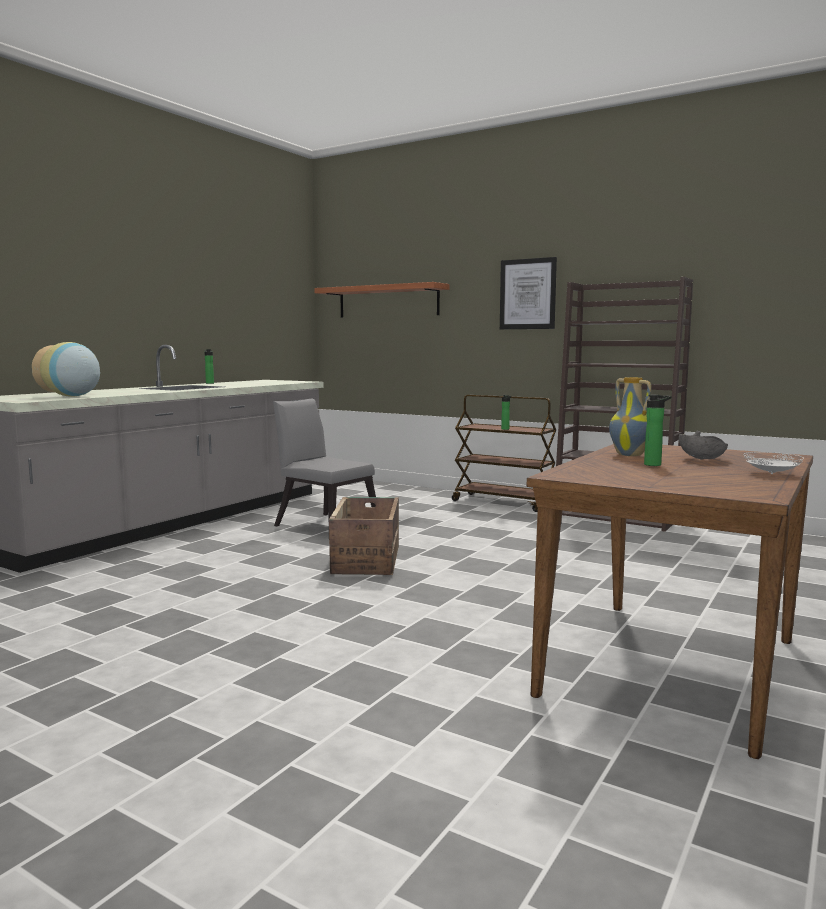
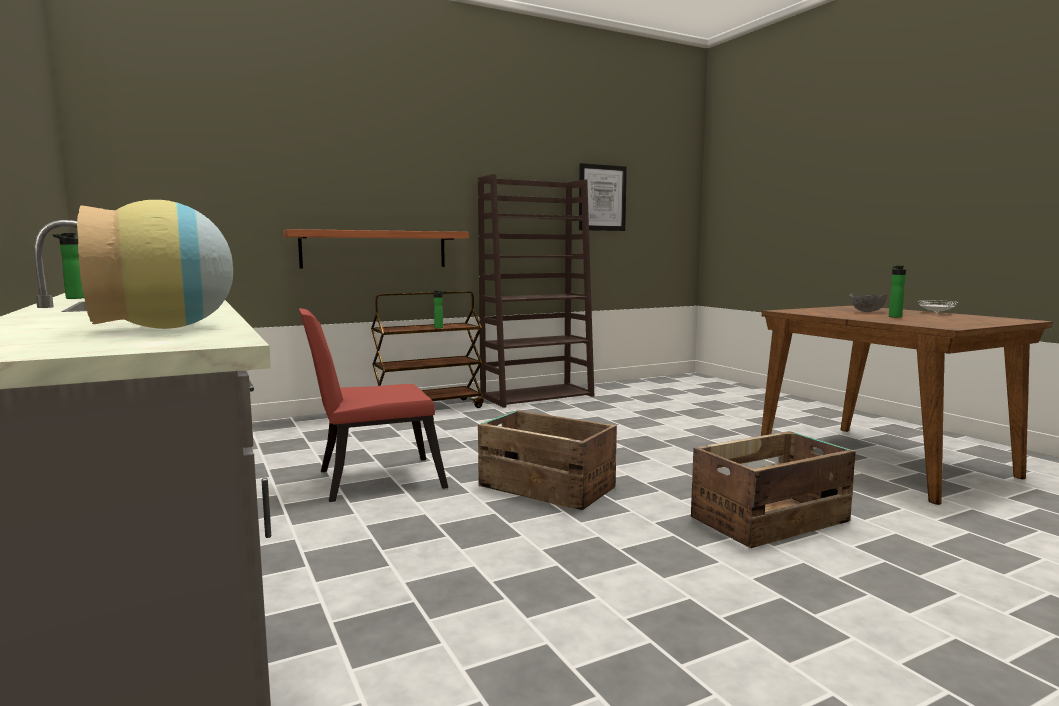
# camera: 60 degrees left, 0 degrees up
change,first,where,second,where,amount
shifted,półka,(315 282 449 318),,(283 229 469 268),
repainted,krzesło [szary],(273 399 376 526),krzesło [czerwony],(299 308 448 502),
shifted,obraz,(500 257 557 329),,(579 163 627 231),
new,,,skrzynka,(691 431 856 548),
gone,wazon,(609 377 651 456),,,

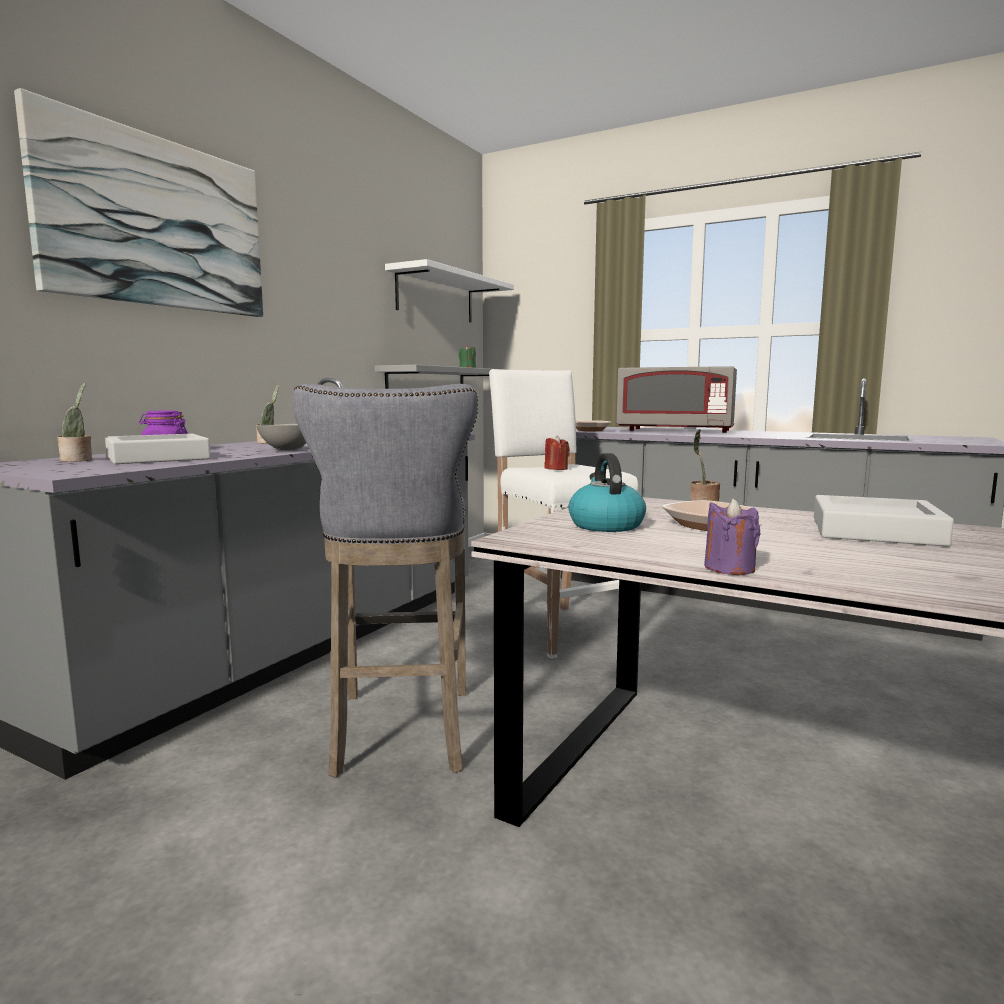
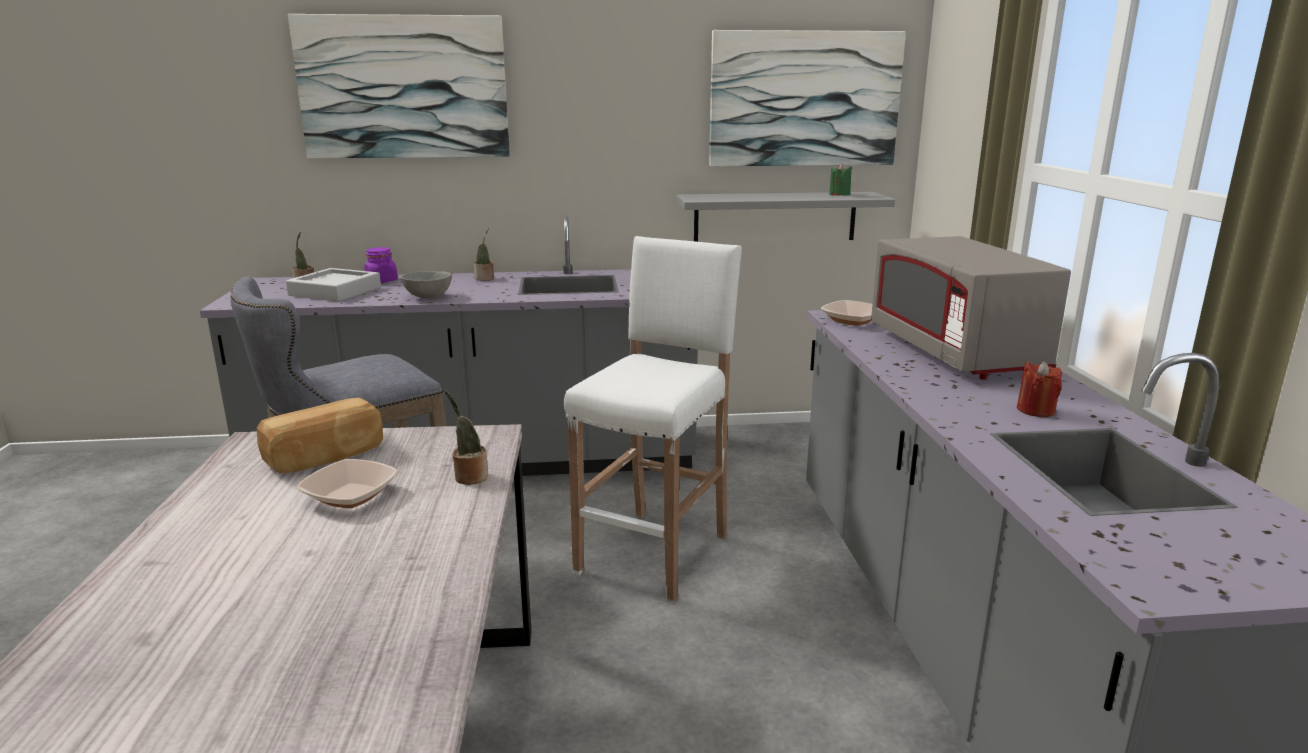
# camera: 55 degrees right, 10 degrees up
change,first,where,second,where,amount
swapped,czajnik,(569 453 646 532),chleb,(257 398 383 473),
swapped,półka [biały],(385 259 514 322),obraz,(709 30 906 167),
shifted,świeca [czerwony],(544 435 570 470),,(1017 361 1062 417),
gone,świeca [fioletowy],(704 498 760 575),,,
gone,taca [szary],(814 495 954 547),,,

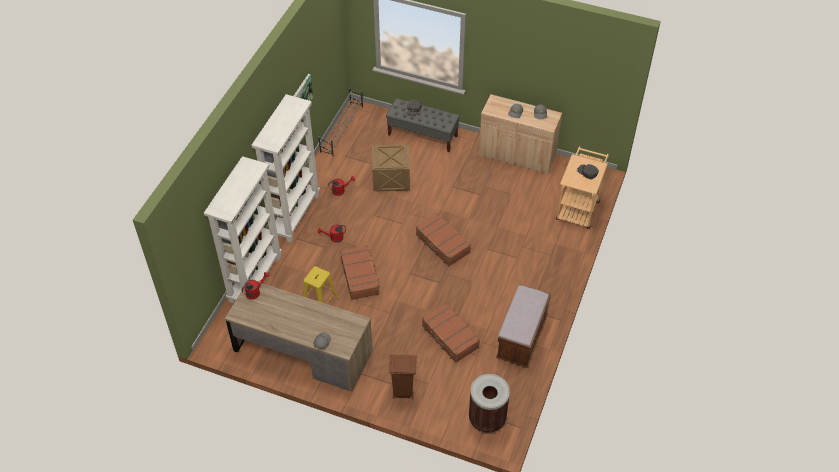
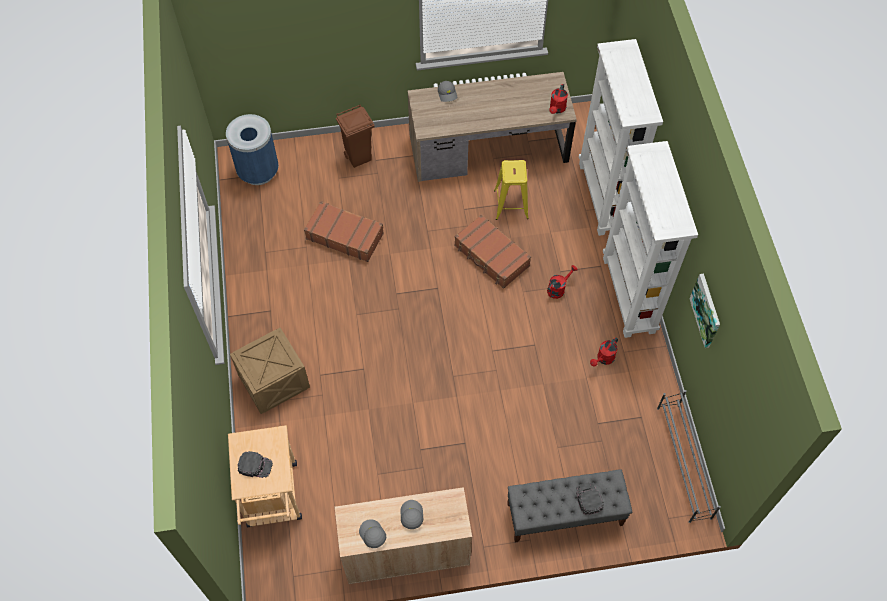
# camera: 150 degrees right, 10 degrees up
change,first,where,second,where,amount
repainted,kosz na śmieci [brązowy],(469 374 510 433),kosz na śmieci [niebieski],(226 114 279 185),
shifted,skrzynka,(372 144 410 191),,(230 328 310 414),
gone,walizka [brązowy],(416 213 471 266),,,
gone,ławka [brązowy],(496 284 551 368),,,

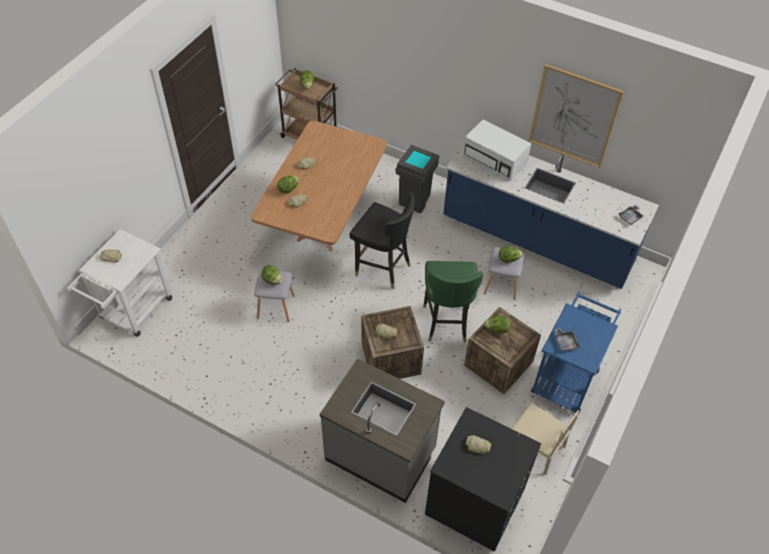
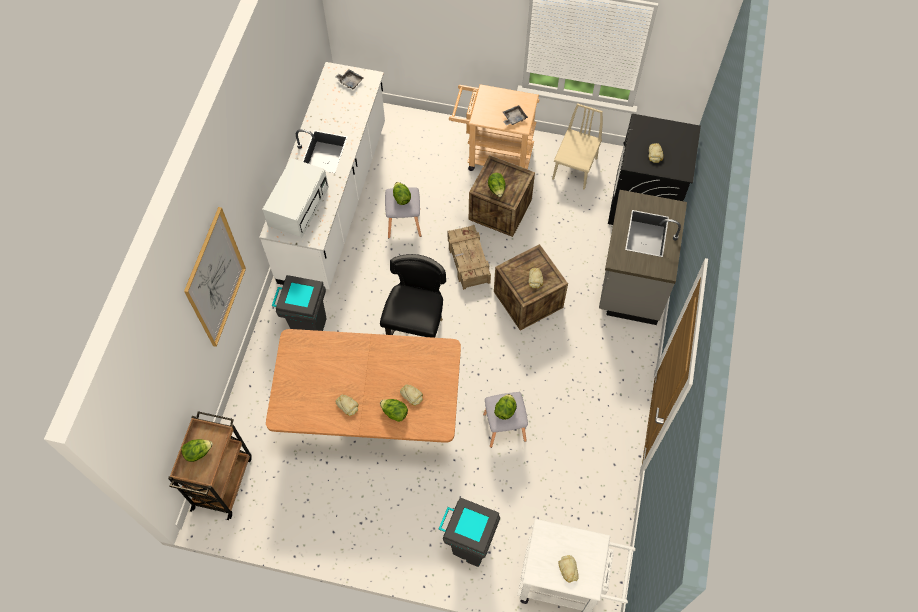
# camera: 105 degrees left, 10 degrees up
change,first,where,second,where,amount
shifted,obraz,(529 64 624 168),,(184 207 246 347),
repainted,zabudowa kuchenna [niebieski],(443 142 659 289),zabudowa kuchenna [biały],(259 62 385 289),
new,,,kosz na śmieci [szary],(439 497 500 567),
swapped,krzesło [zielony],(423 261 483 343),skrzynka,(448 225 491 290),
repainted,wózek [niebieski],(531 291 621 413),wózek [beżowy],(449 84 540 171),

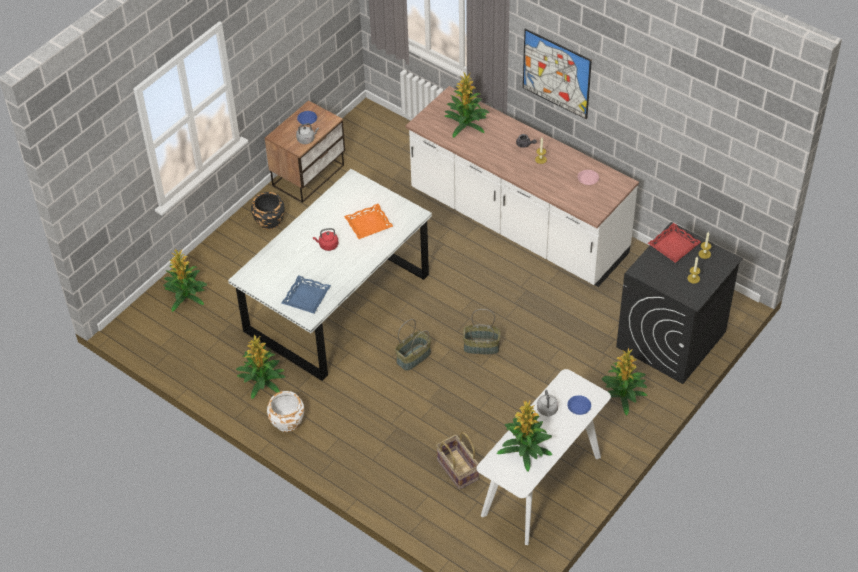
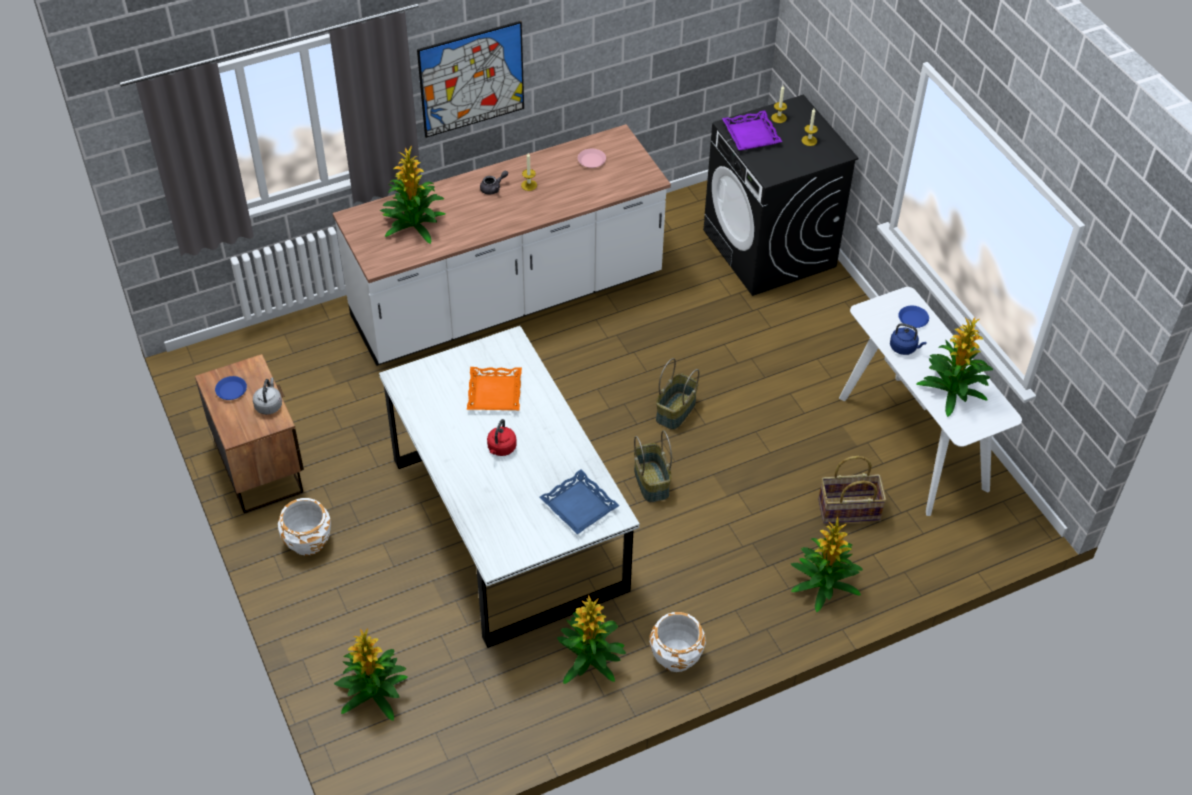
# camera: 65 degrees left, 0 degrees up
change,first,where,second,where,amount
repainted,donica [czarny],(251 192 285 229),donica [biały],(278 498 331 556),
repainted,taca [czerwony],(648 223 701 263),taca [fioletowy],(722 110 782 150),
shifted,roślina doniczkowa,(601 348 647 415),,(791 517 863 612),
repainted,czajnik [szary],(537 390 558 416),czajnik [niebieski],(890 323 927 355),

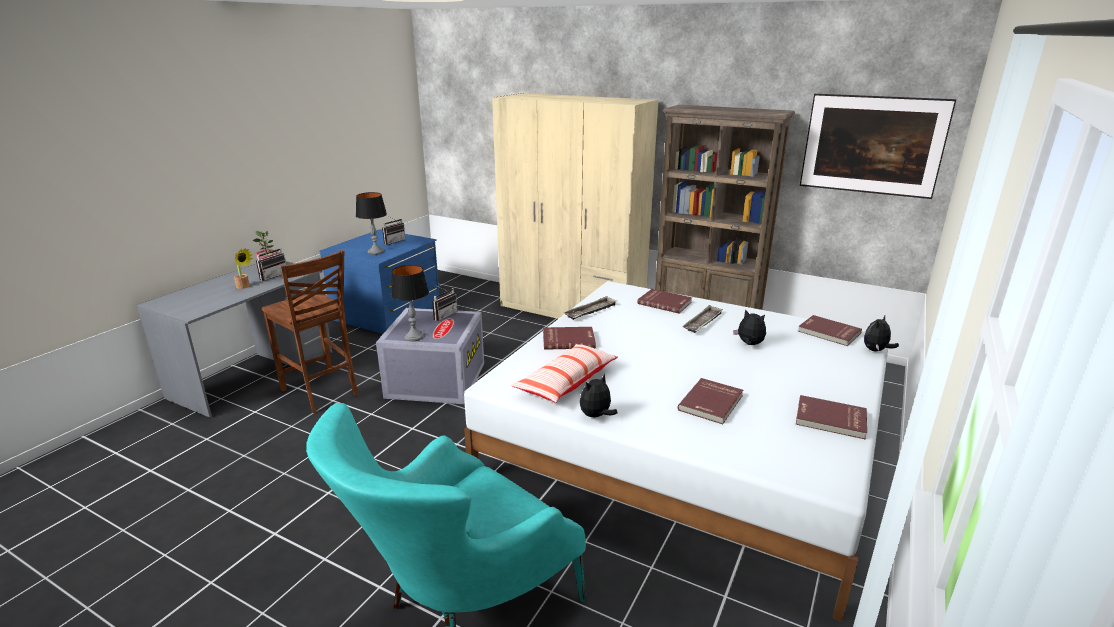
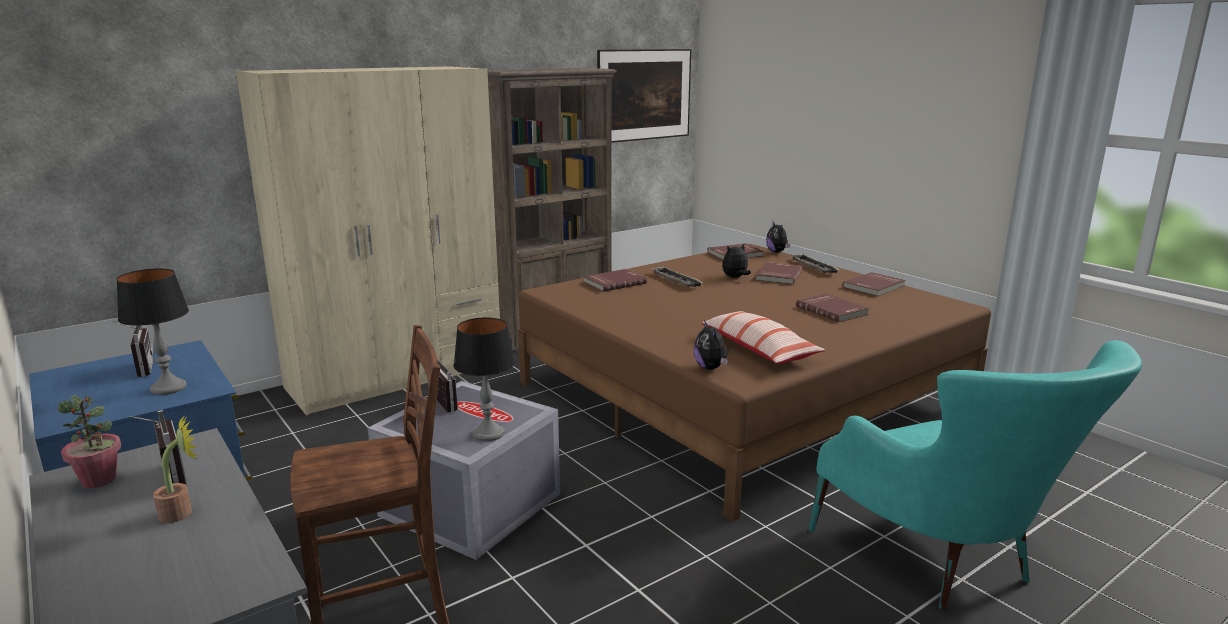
# camera: 65 degrees left, 5 degrees down
change,first,where,second,where,amount
repainted,łóżko [biały],(464 281 888 622),łóżko [brązowy],(518 244 991 522),
shifted,pluszak,(580 374 618 417),,(693 320 729 370),
shifted,książka [czerwony],(543 327 596 350),,(756 262 803 285),
shifted,taca,(564 296 616 320),,(791 254 839 273),

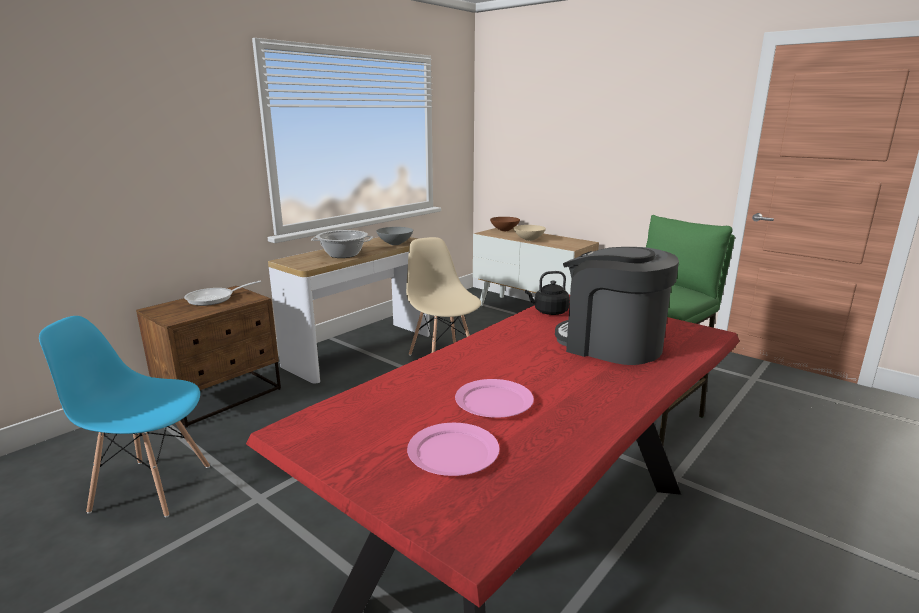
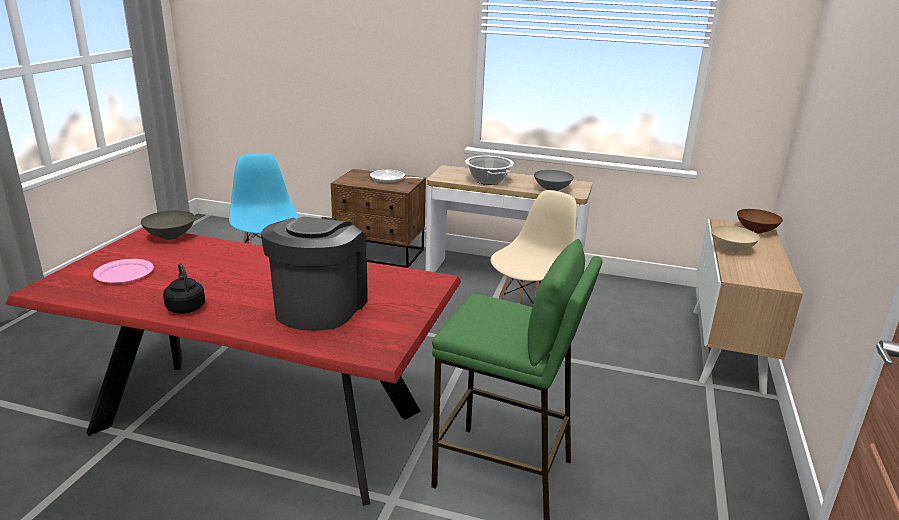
# camera: 65 degrees right, 5 degrees up
change,first,where,second,where,amount
new,,,miska [szary],(141 210 195 240),
shifted,czajnik [czarny],(525 271 570 315),,(163 263 205 314),
gone,talerz [różowy],(455 379 534 418),,,

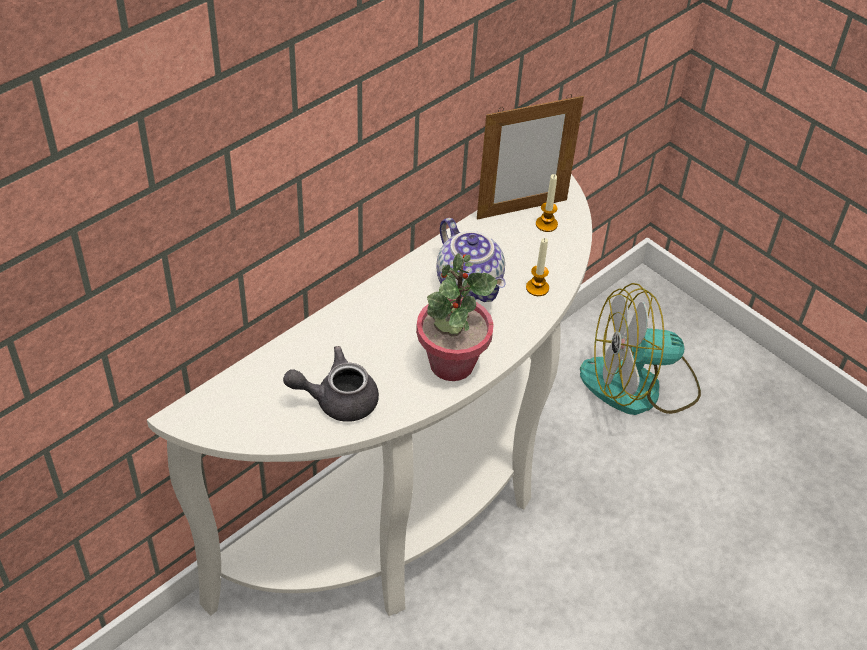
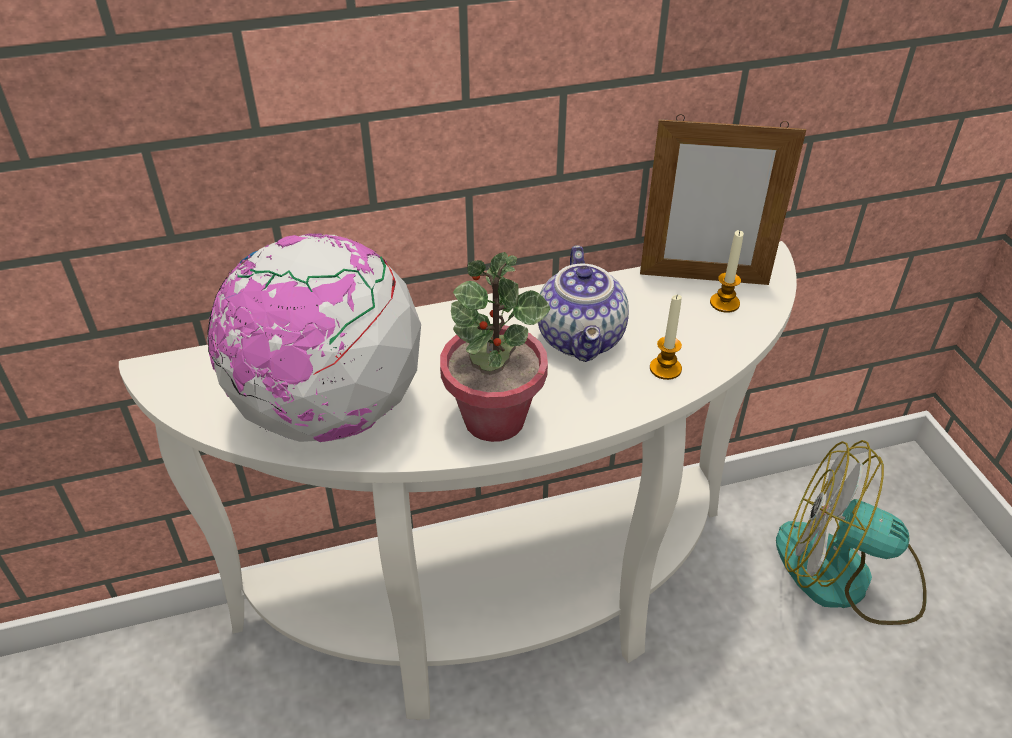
# camera: 30 degrees right, 5 degrees down
change,first,where,second,where,amount
swapped,imbryk [szary],(283 346 379 422),globus,(207 233 421 442),

